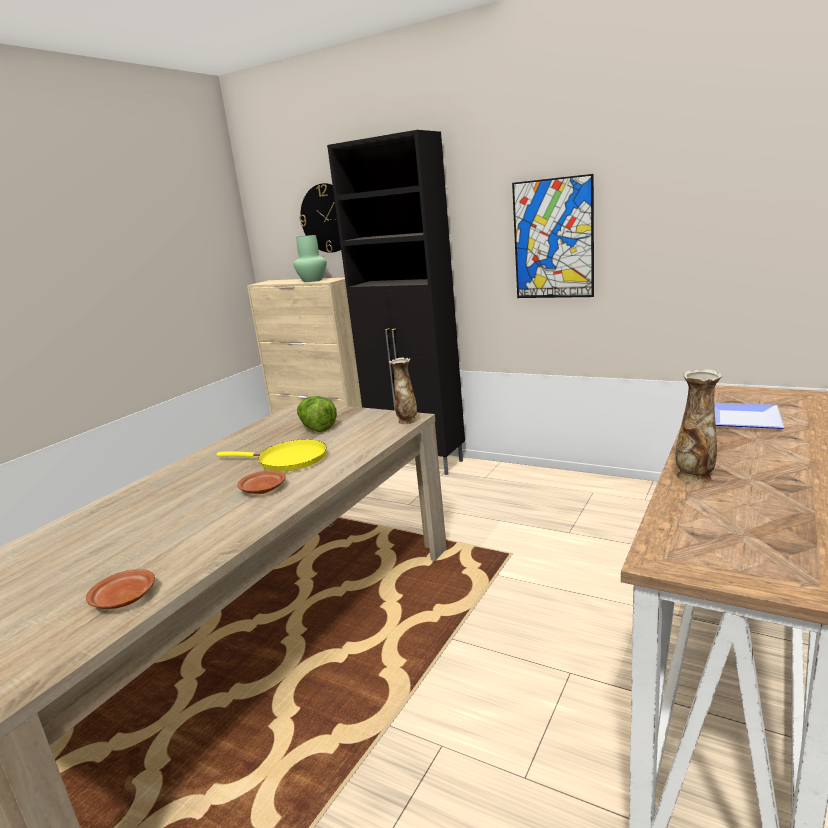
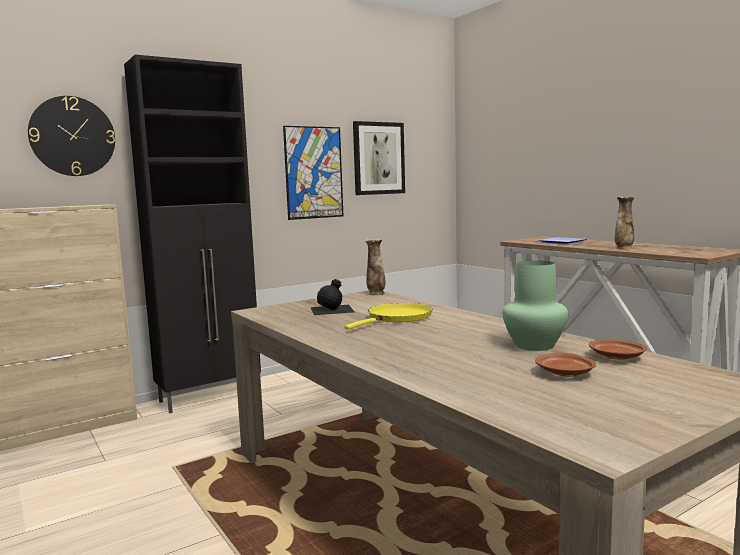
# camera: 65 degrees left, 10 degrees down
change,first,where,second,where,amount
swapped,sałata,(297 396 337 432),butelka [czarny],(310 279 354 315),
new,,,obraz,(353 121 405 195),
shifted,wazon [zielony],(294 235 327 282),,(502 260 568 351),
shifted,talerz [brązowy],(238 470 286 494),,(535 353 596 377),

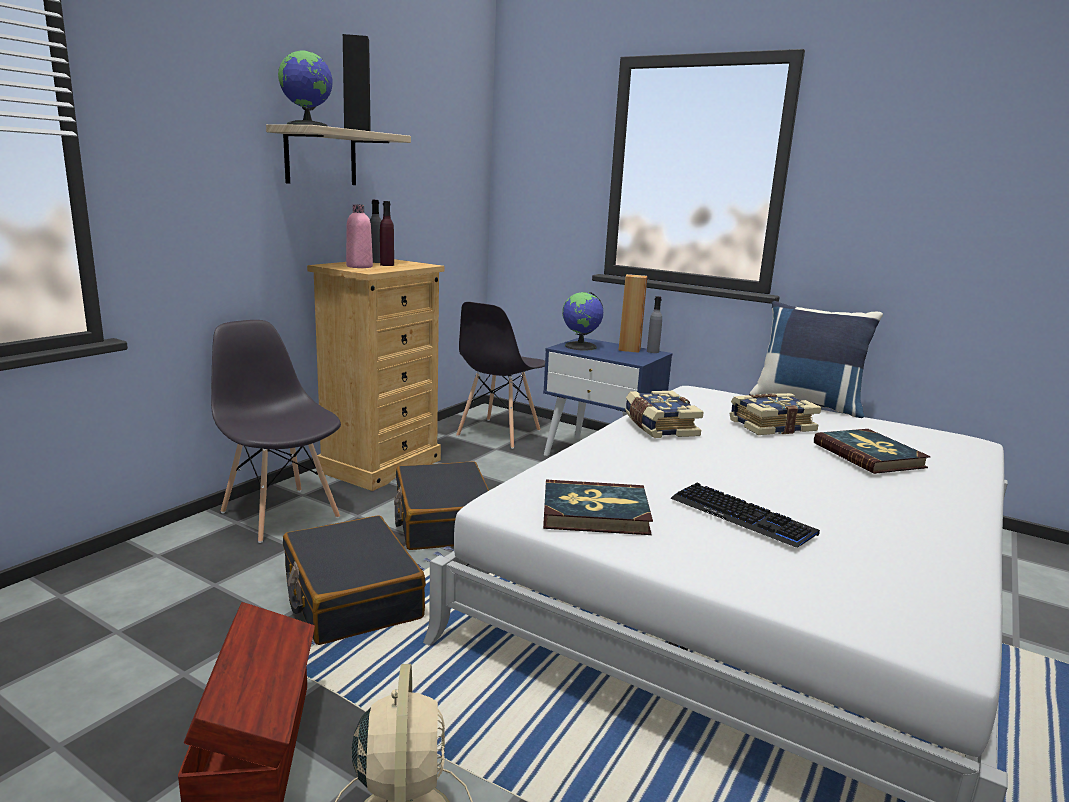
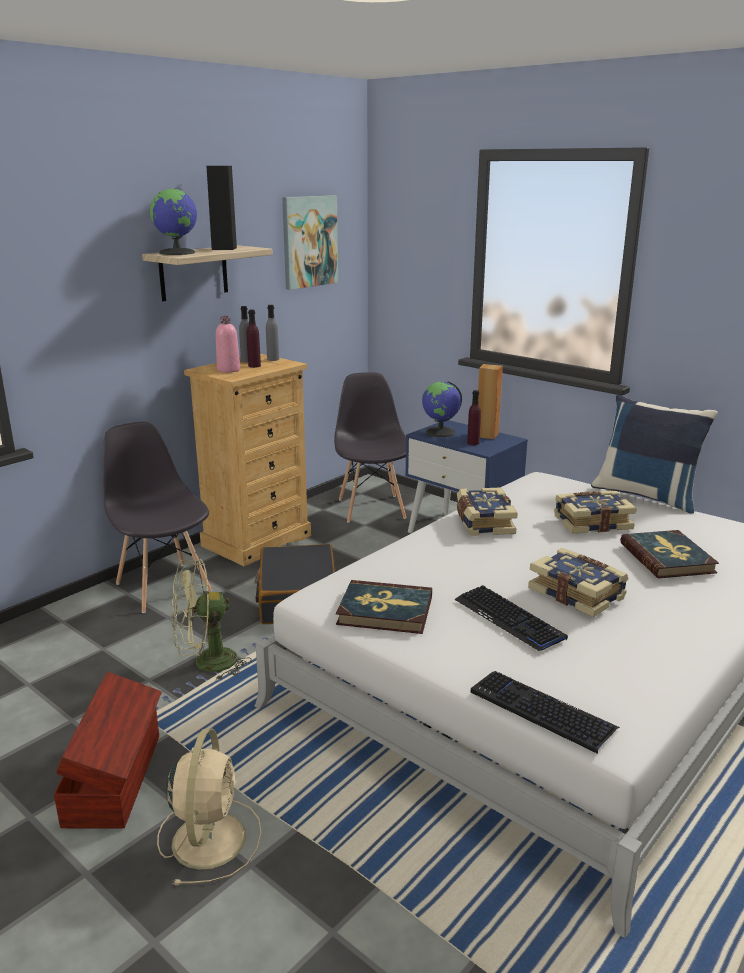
# camera: 10 degrees right, 5 degrees up
change,first,where,second,where,amount
swapped,walizka [czarny],(283 515 426 645),wentylator [zielony],(172 559 252 681),
shifted,butelka [szary],(647 296 662 353),,(266 305 279 361),
new,,,obraz,(282 195 338 290),
rotated,krzesło [szary],(456 302 545 449),,(334 372 406 523),135 degrees clockwise
new,,,butelka [fioletowy],(467 390 481 445),
new,,,klawiatura,(470 671 620 754),
new,,,książka,(528 548 628 617),

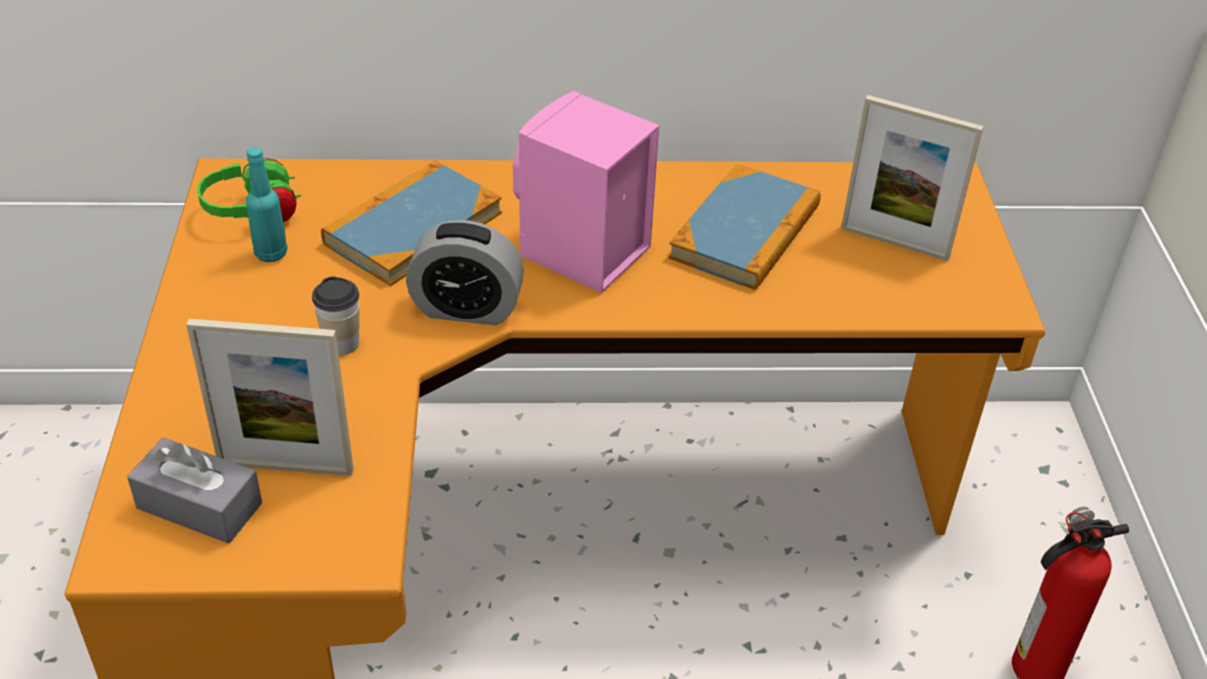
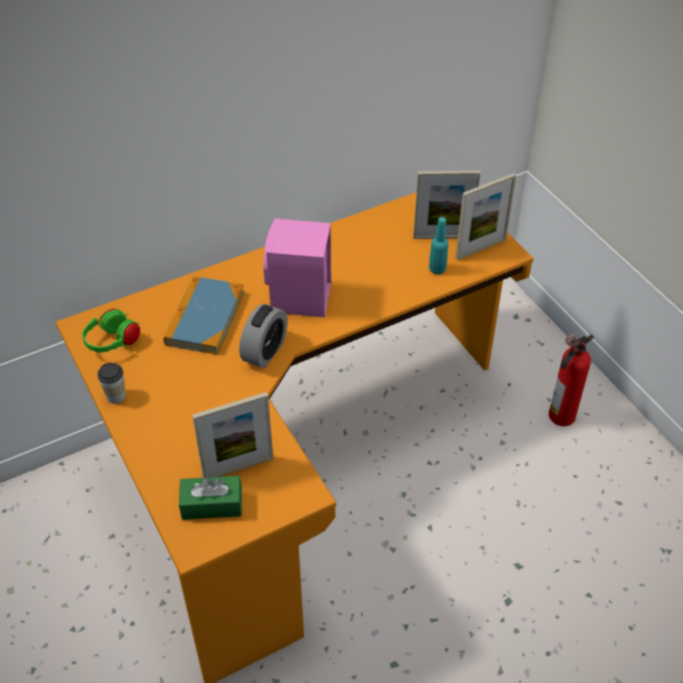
# camera: 25 degrees left, 5 degrees up
change,first,where,second,where,amount
shifted,filiżanka,(312 276 360 355),,(98 363 126 404),
repainted,pudełko chusteczek [szary],(127 437 262 543),pudełko chusteczek [zielony],(179 476 242 520),
rotated,budzik,(406 220 524 325),,(239 304 288 368),45 degrees counterclockwise
shifted,butelka [turkusowy],(246 147 287 262),,(429 217 448 274),
new,,,ramka na zdjęcie,(455 173 516 260),
gone,książka,(669 164 821 290),,,

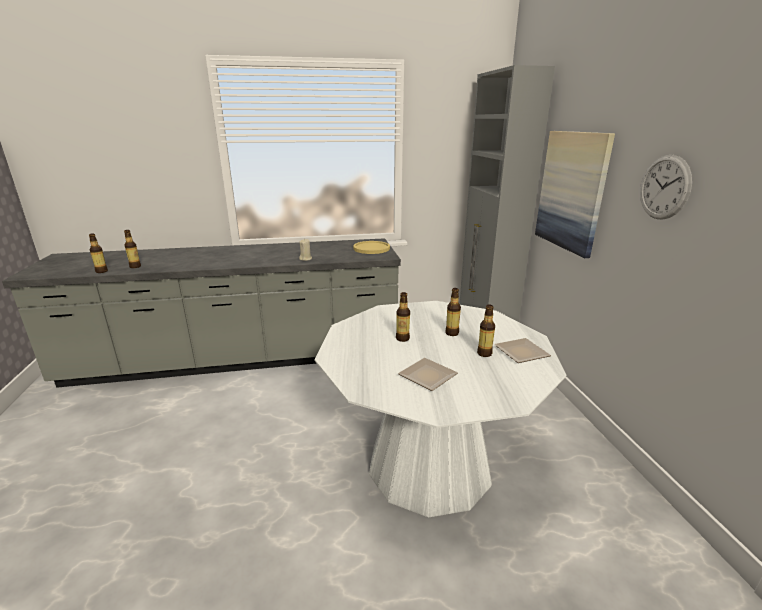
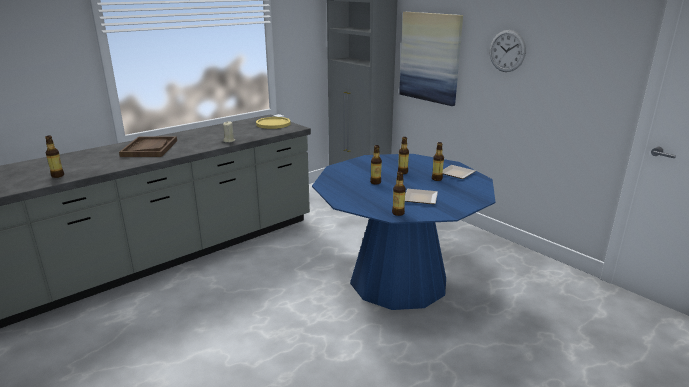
# camera: 30 degrees left, 0 degrees up
change,first,where,second,where,amount
new,,,taca [brązowy],(119 136 177 157),
repainted,stół jadalny [biały],(315 301 566 517),stół jadalny [niebieski],(312 154 495 310),
shifted,butelka,(89 233 108 273),,(392 171 406 216),

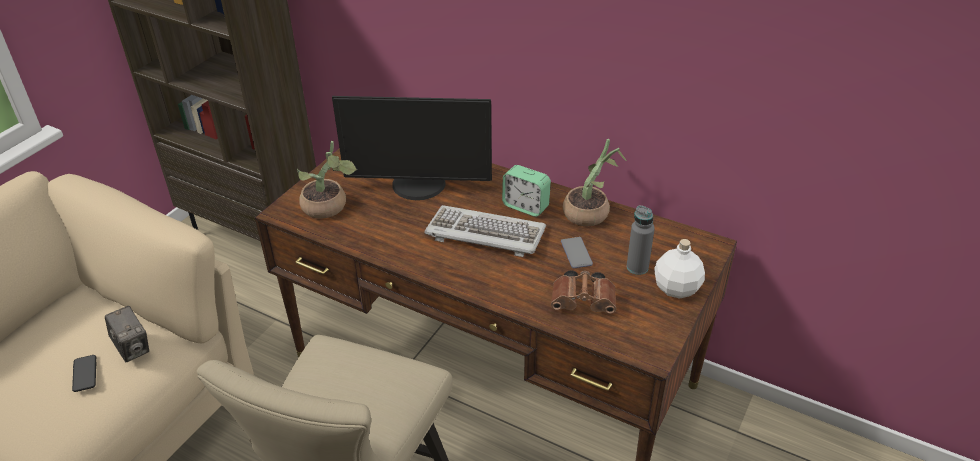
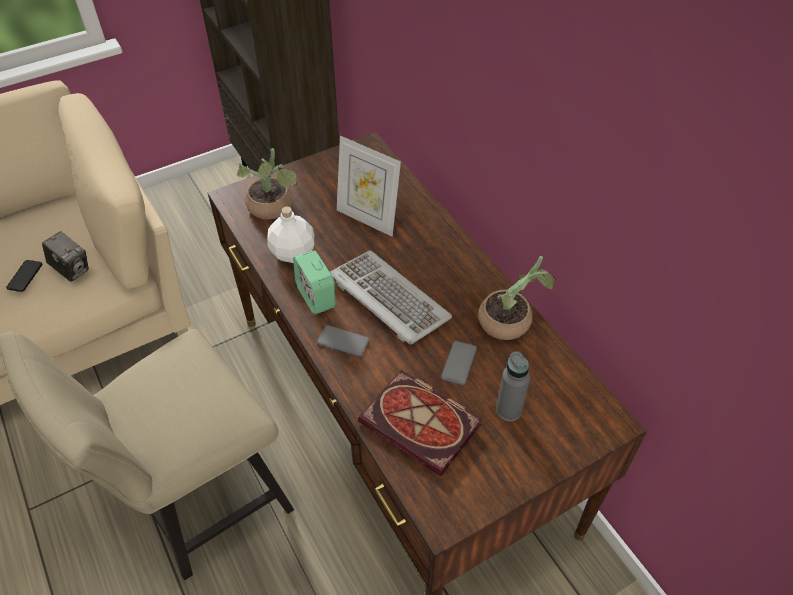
# camera: 30 degrees right, 10 degrees up
change,first,where,second,where,amount
rotated,aparat fotograficzny,(105 306 149 362),,(42 231 89 282),45 degrees counterclockwise
shifted,butelka [biały],(654 239 705 299),,(267 206 314 263),
shifted,budzik,(502 165 551 217),,(293 250 336 315),
new,,,telefon,(317 325 370 356),
swapped,monitor,(332 96 492 200),ramka na zdjęcie,(337 136 401 237),
swapped,lornetka [brązowy],(551 270 616 314),książka,(358 370 482 476),

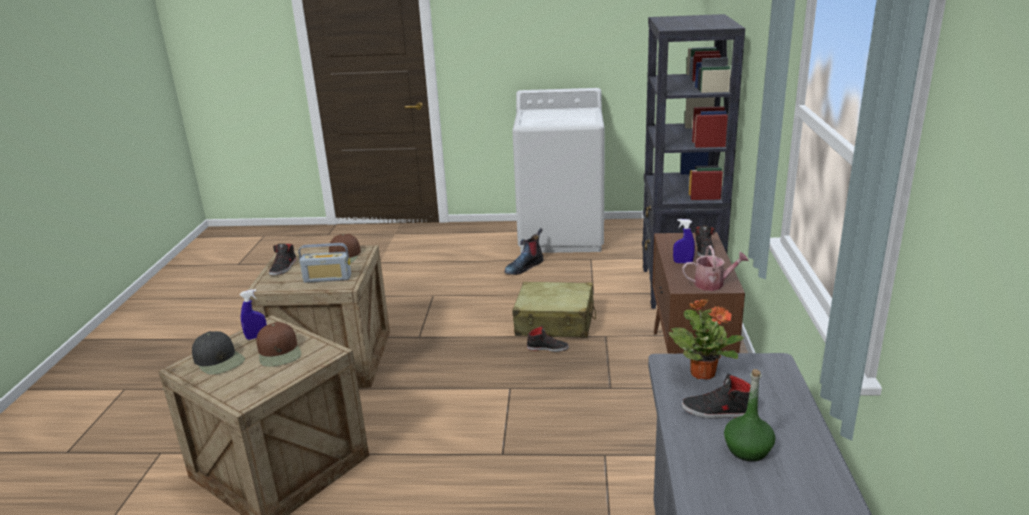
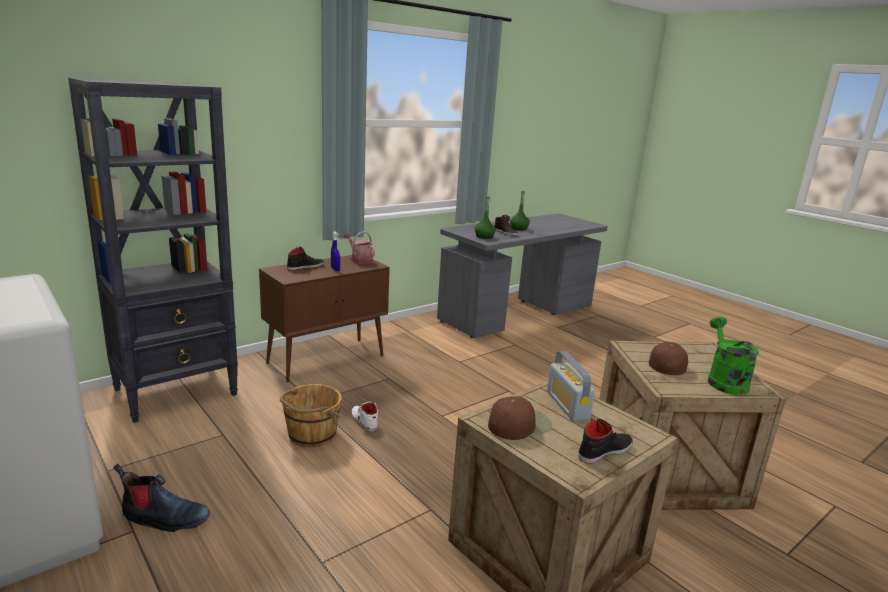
# camera: 135 degrees left, 5 degrees down
change,first,where,second,where,amount
swapped,walizka [beżowy],(512 282 596 338),wiadro [brązowy],(280 384 342 447),
repainted,but [czarny],(527 326 569 352),but [biały],(351 402 378 432),
swapped,roślina doniczkowa,(669 299 744 379),butelka [zielony],(475 197 496 239),
rotated,radio,(298 243 351 283),,(547 351 595 421),150 degrees counterclockwise
swapped,czapka z daszkiem [czarny],(192 331 245 375),konewka [zielony],(708 317 759 395),
gone,spryskiwacz [niebieski],(240 289 267 340),,,

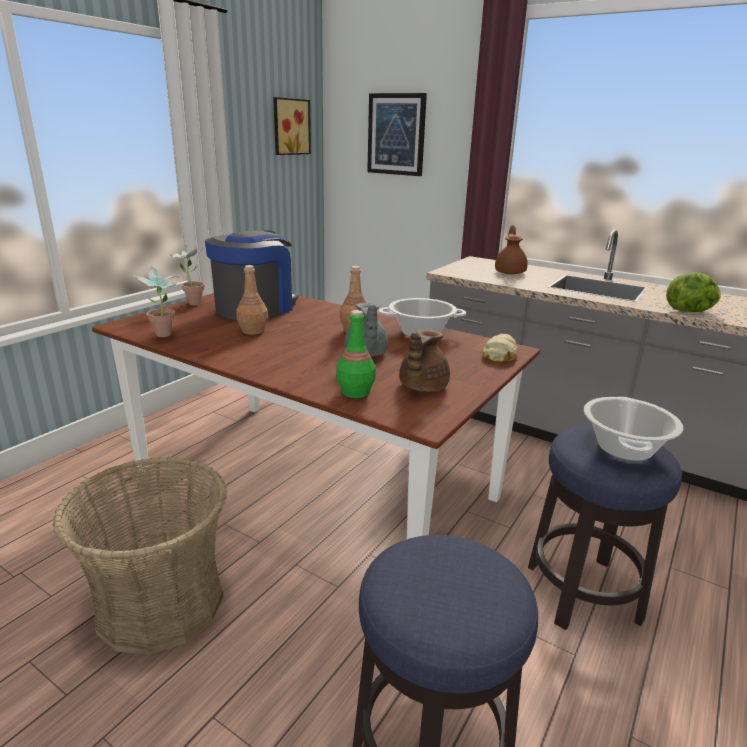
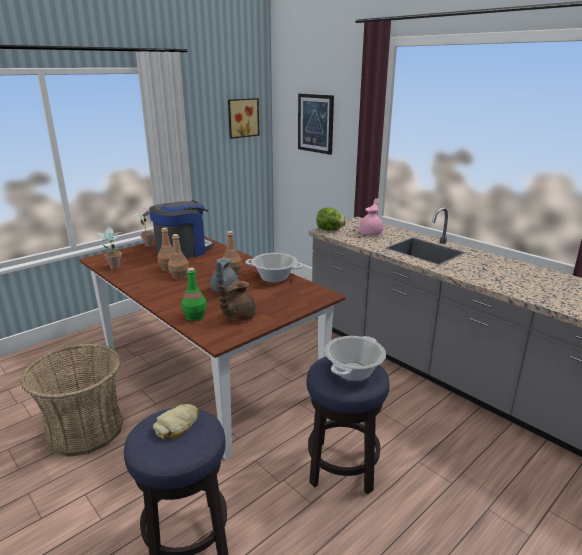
# camera: 15 degrees right, 0 degrees up
change,first,where,second,where,amount
shifted,chleb,(482 334 518 362),,(153 404 199 439),
new,,,butelka [brązowy],(168 234 189 279),
shifted,sałata,(666 272 721 312),,(317 207 346 231),
repainted,imbryk [brązowy],(495 225 528 274),imbryk [różowy],(359 198 383 235),

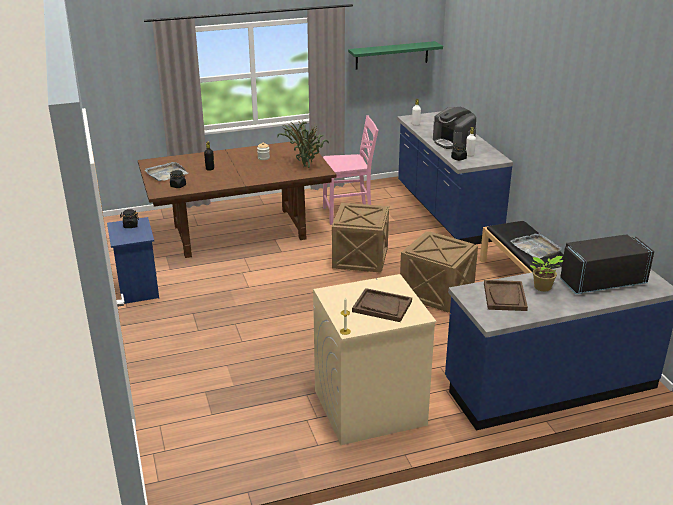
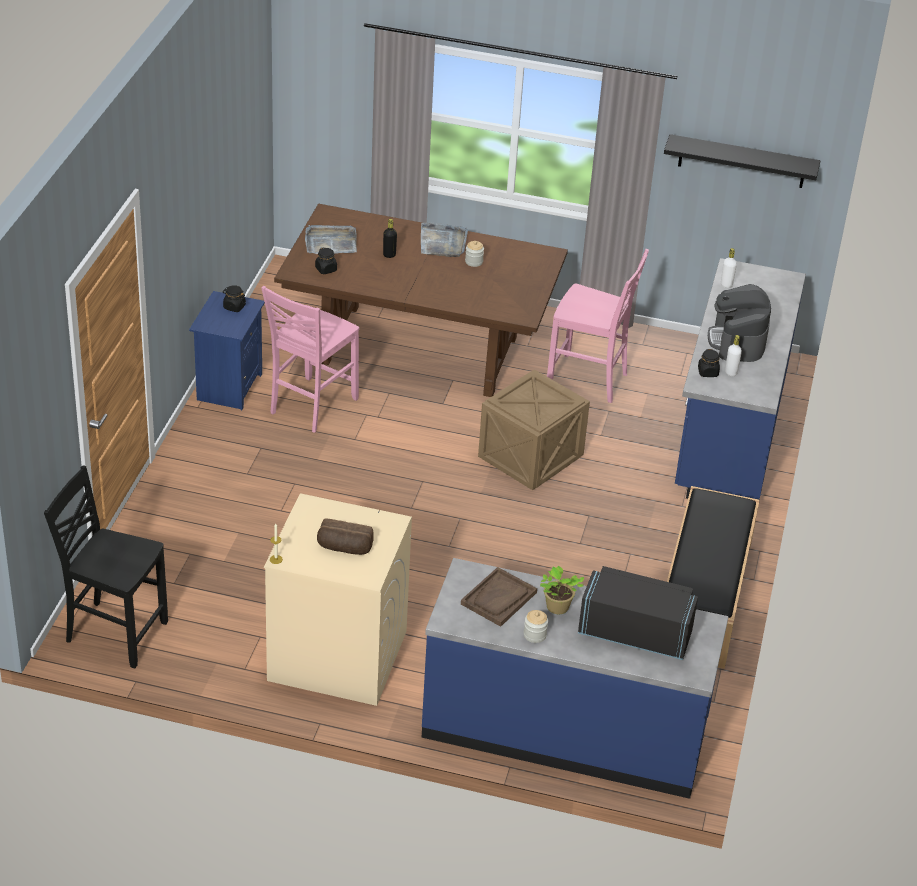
# camera: 30 degrees right, 10 degrees up
change,first,where,second,where,amount
new,,,krzesło [czarny],(44 465 168 668),
new,,,krzesło [różowy],(261 286 359 433),
swapped,taca [brązowy],(352 288 412 322),chleb,(317 519 374 555),
shifted,taca [szary],(511 233 562 258),,(421 222 468 257),
new,,,słoik,(524 610 548 643),
repainted,półka [zielony],(348 41 443 69),półka [czarny],(664 134 820 188),
gone,roślina doniczkowa,(277 120 329 168),,,
gone,skrzynka,(400 231 478 312),,,

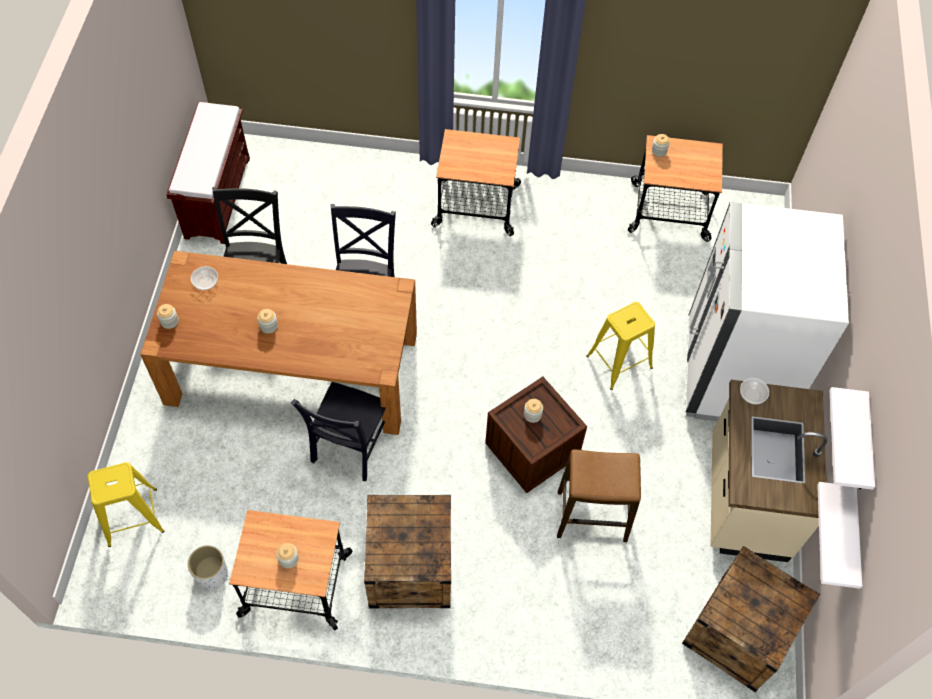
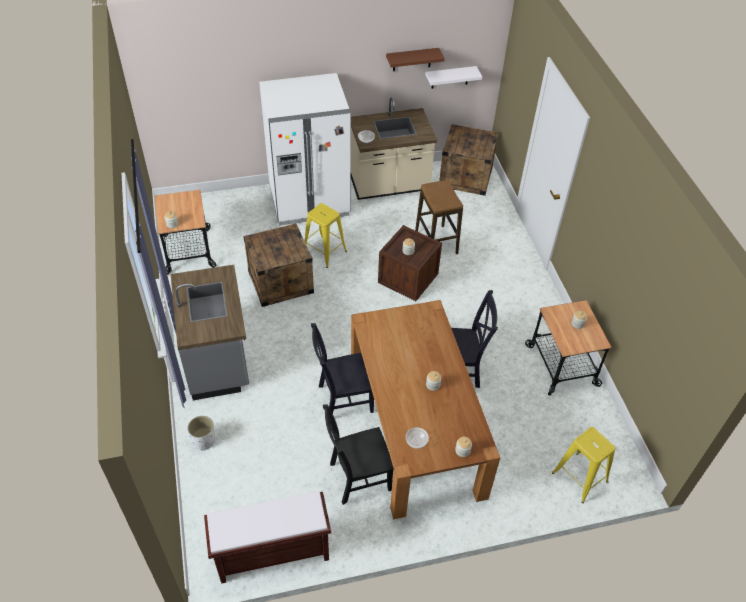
# camera: 110 degrees left, 10 degrees down
change,first,where,second,where,amount
swapped,wózek,(431 129 521 236),zabudowa kuchenna [szary],(171 265 249 400),
shifted,donica [biały],(188 545 228 589),,(187 416 216 450),
shifted,skrzynka,(364 495 451 609),,(243 223 314 307),
repainted,półka [biały],(830 387 875 490),półka [brązowy],(386 48 445 71),

